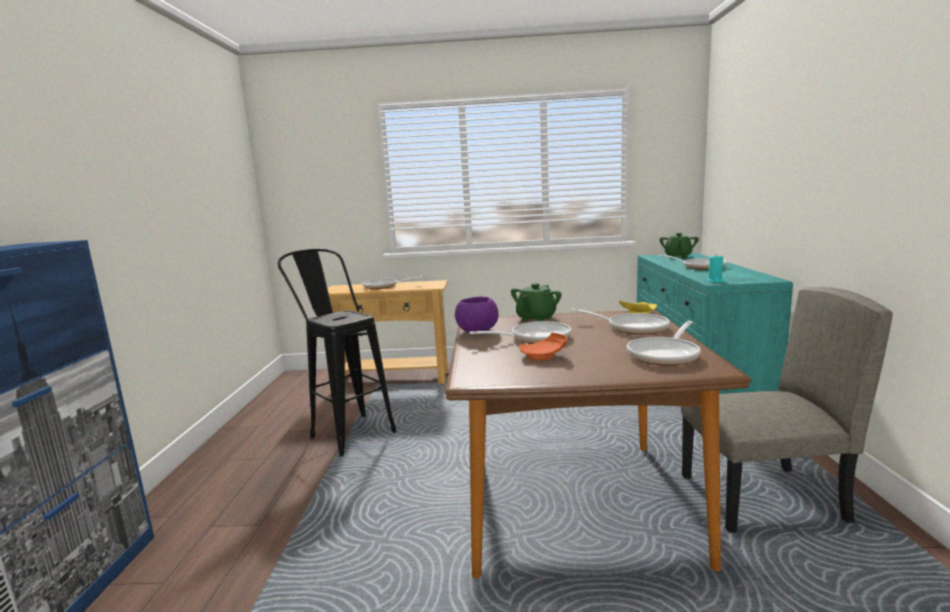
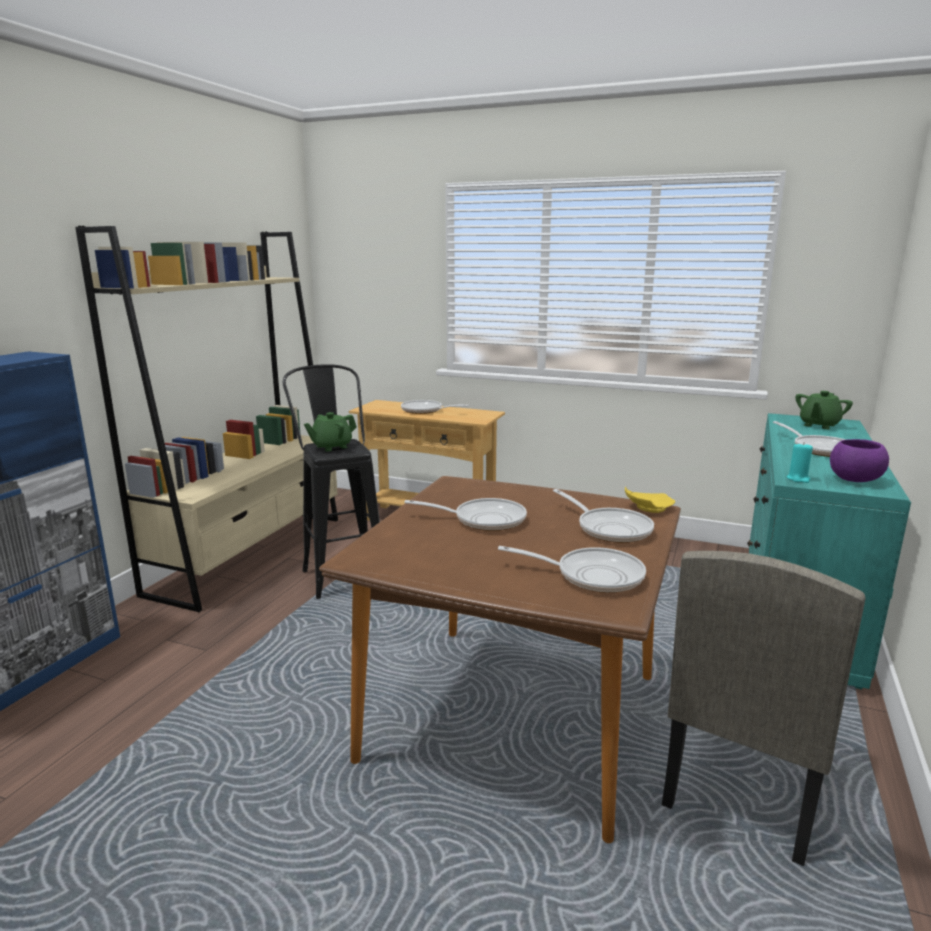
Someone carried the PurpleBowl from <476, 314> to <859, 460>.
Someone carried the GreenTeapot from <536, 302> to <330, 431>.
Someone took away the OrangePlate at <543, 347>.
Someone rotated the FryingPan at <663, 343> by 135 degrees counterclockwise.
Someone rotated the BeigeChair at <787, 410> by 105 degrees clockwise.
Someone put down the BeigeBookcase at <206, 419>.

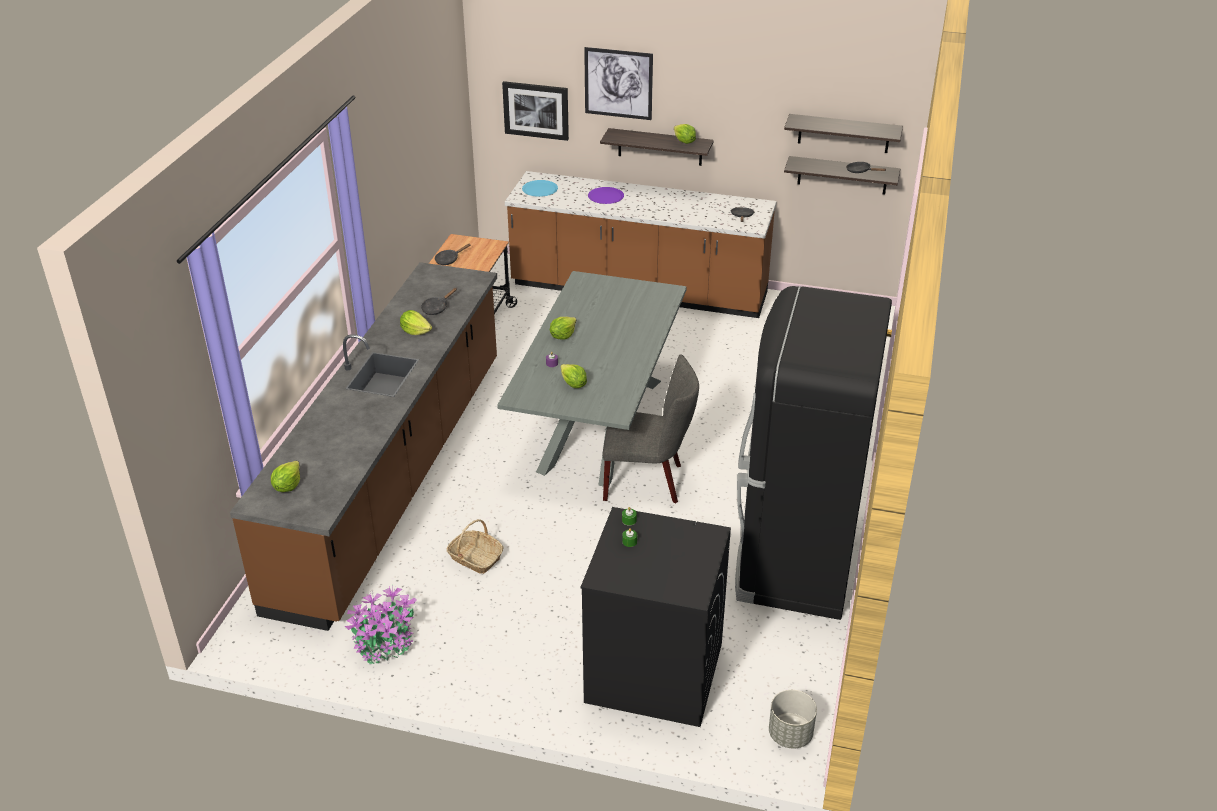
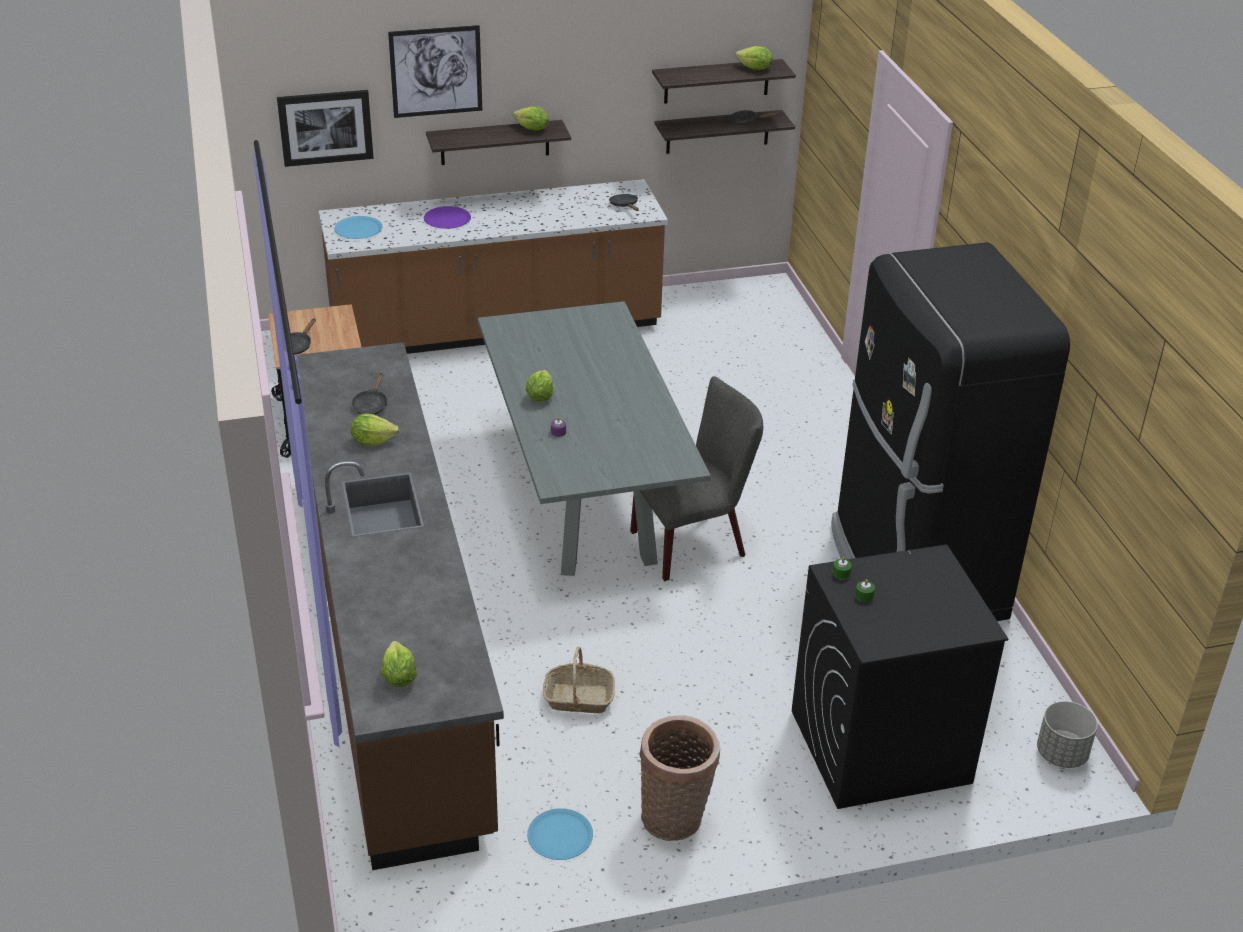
Someone swapped the PottedPlant at <381, 625> for the BluePlate at <560, 834>.
Someone carried the Lettuce from <574, 376> to <753, 58>.
Someone put down the Basket at <679, 778>.

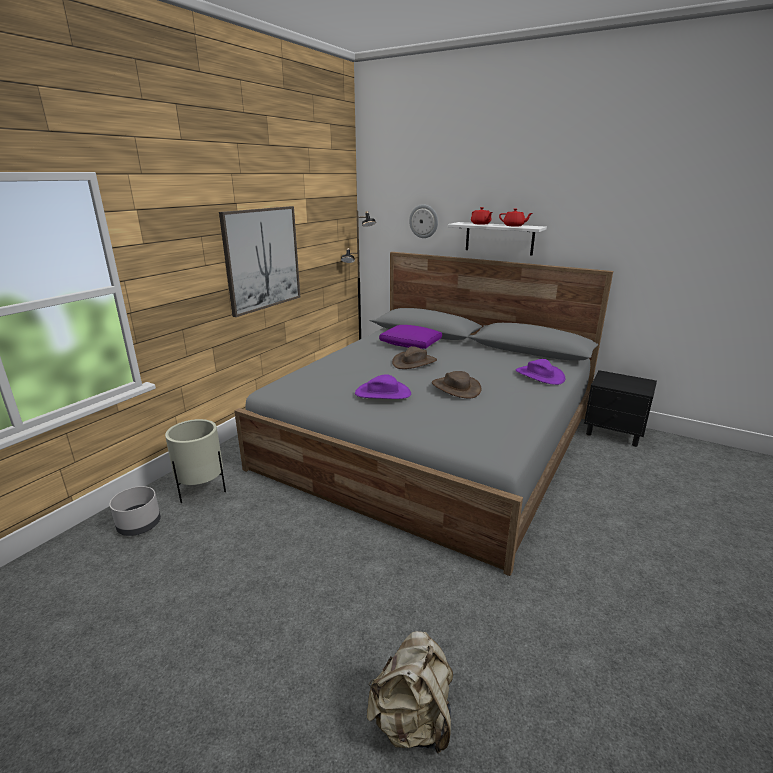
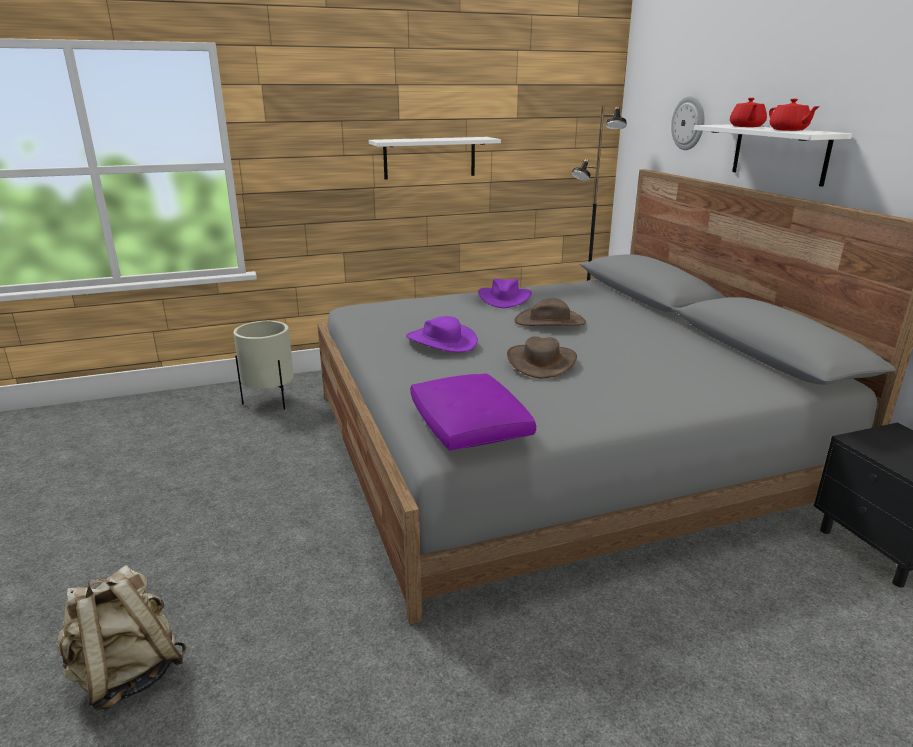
Someone took away the GreyPlanter at <135, 511>.
Someone swapped the Picture at <259, 261> for the WhiteShelf at <435, 158>.
Someone carried the PurplePillow from <410, 337> to <473, 411>.
Someone carried the PurpleHat from <540, 372> to <505, 293>.

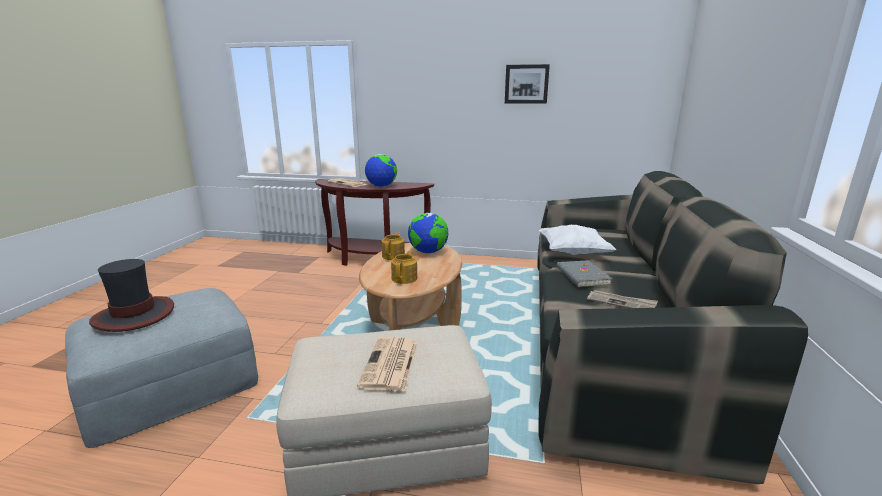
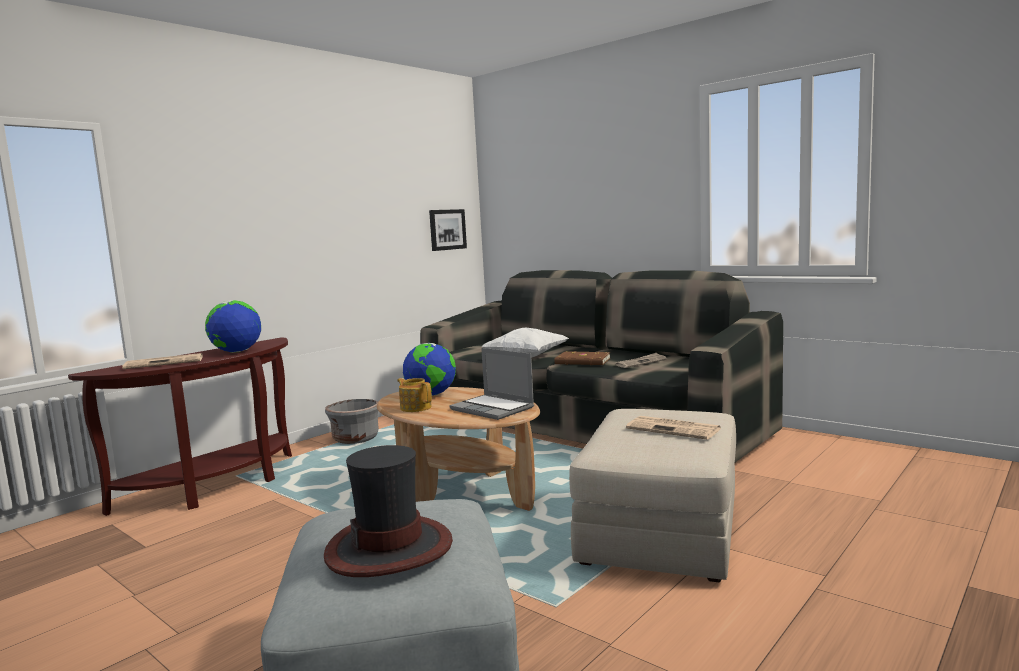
Someone swapped the Teapot at <404, 267> for the Laptop at <491, 384>.
Someone carried the Picture from <527, 84> to <448, 230>.
Someone repainted the GreyBook at <584, 273>, which became the BrownBook at <582, 358>.
Someone put down the GreyPlanter at <352, 421>.

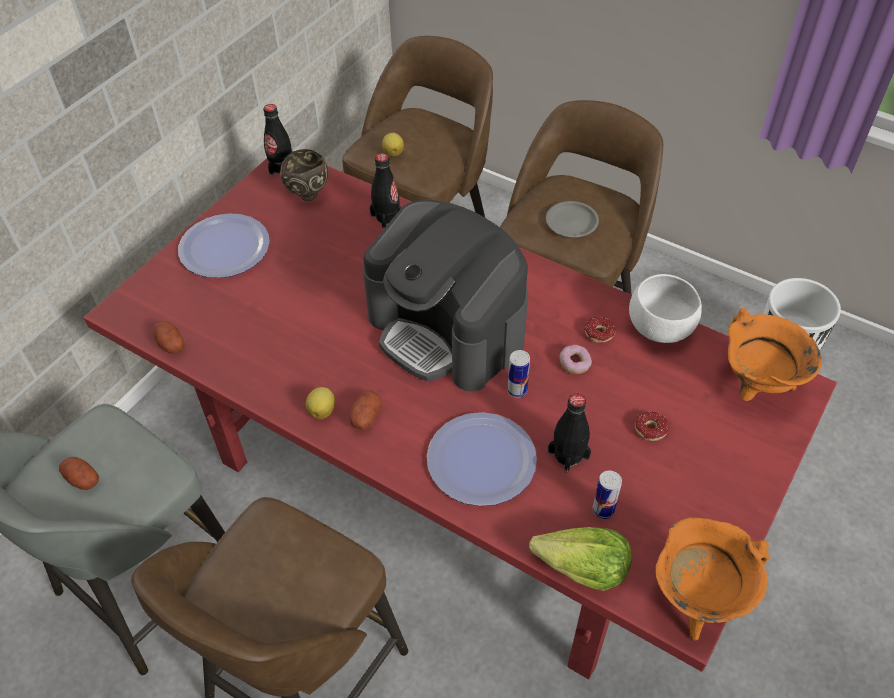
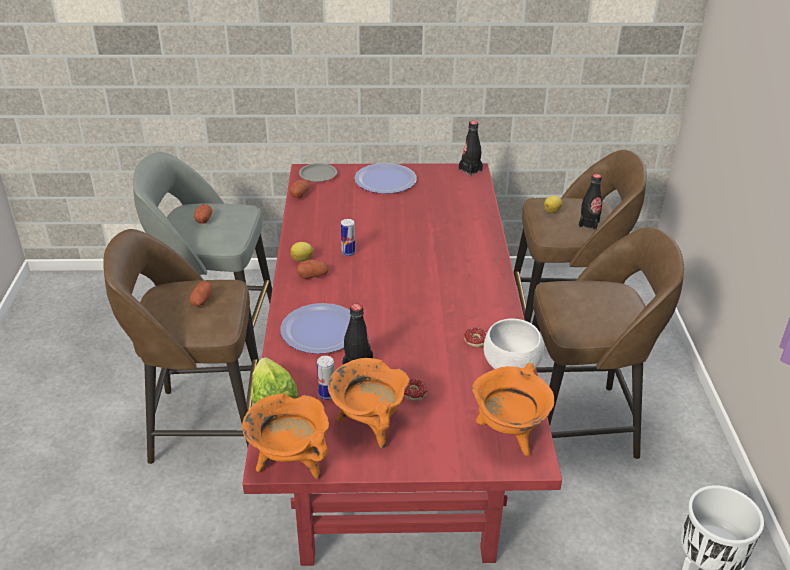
Someone took away the BrownBowl at <304, 175>.
Someone took away the CoffeeMachine at <445, 296>.
Someone carried the BlackBottle from <385, 191> to <590, 202>.
Someone carried the Can from <518, 374> to <348, 237>.
Someone carried the GreyPlate from <572, 219> to <318, 172>.
Someone took away the Donut at <575, 359>.
Someone put down the Potato at <200, 293>.
Someone put down the OrangeCookingPot at <368, 403>.

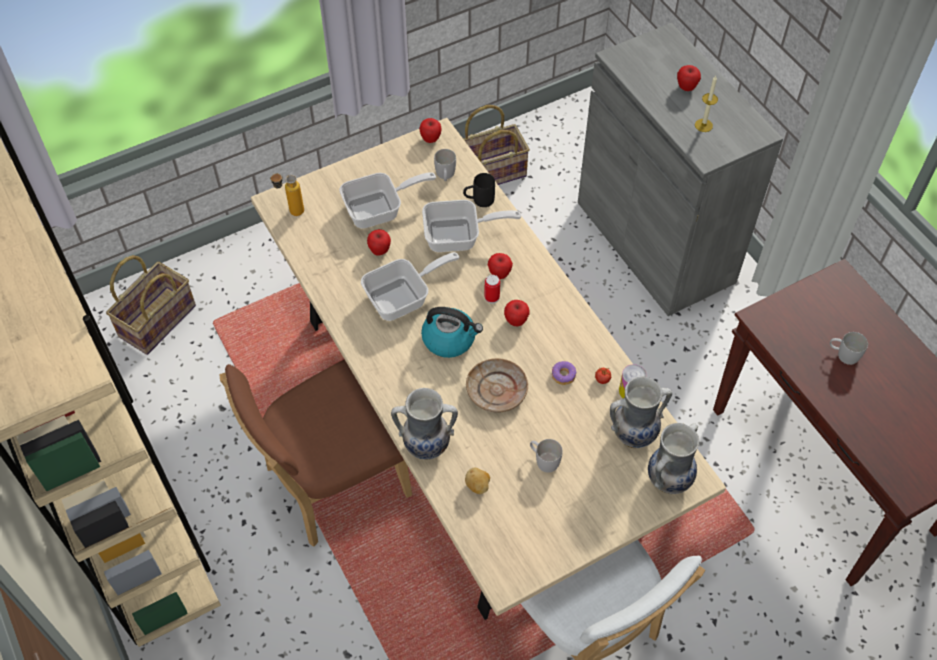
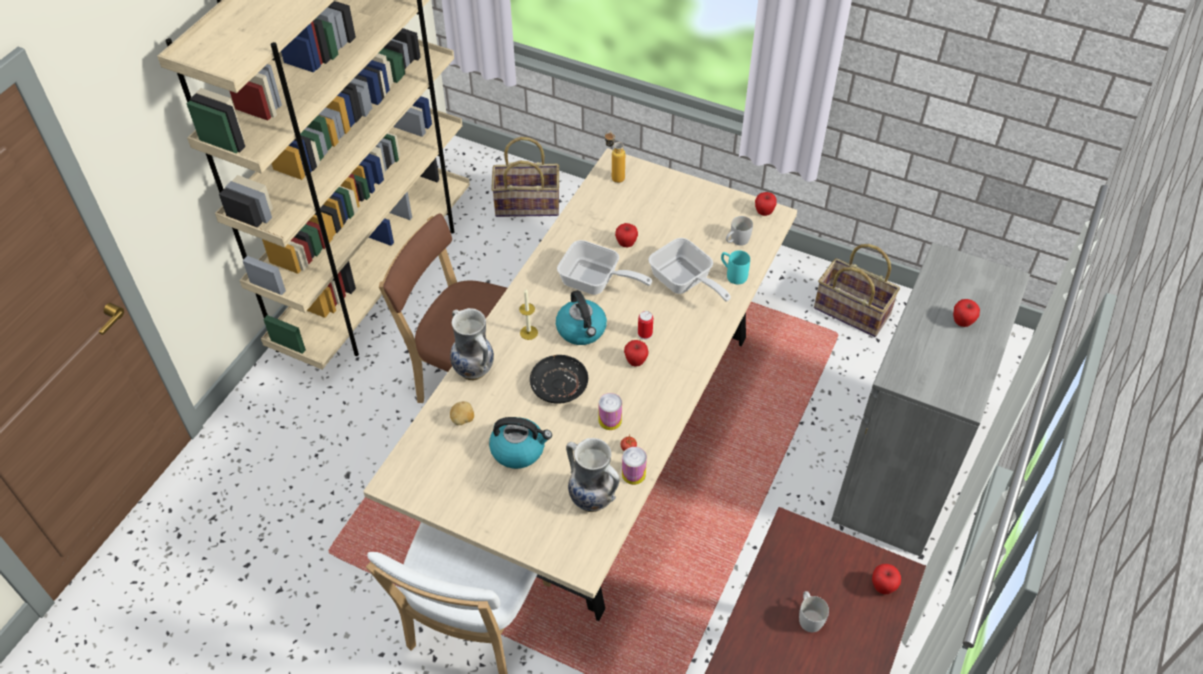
Someone took away the FryingPan at <387, 200>.
Someone repainted the BlackMug at <479, 190>, which became the TurquoiseMug at <735, 267>.
Someone repainted the BeigePlate at <497, 385>, which became the BlackPlate at <559, 379>.
Someone carried the Apple from <500, 266> to <886, 579>.
Someone swapped the WhiteMug at <546, 456> for the Kettle at <520, 443>.
Someone swapped the Donut at <564, 373> for the Can at <610, 411>.
Someone took away the Vase at <673, 458>.
Someone carried the Candle from <706, 104> to <528, 314>.

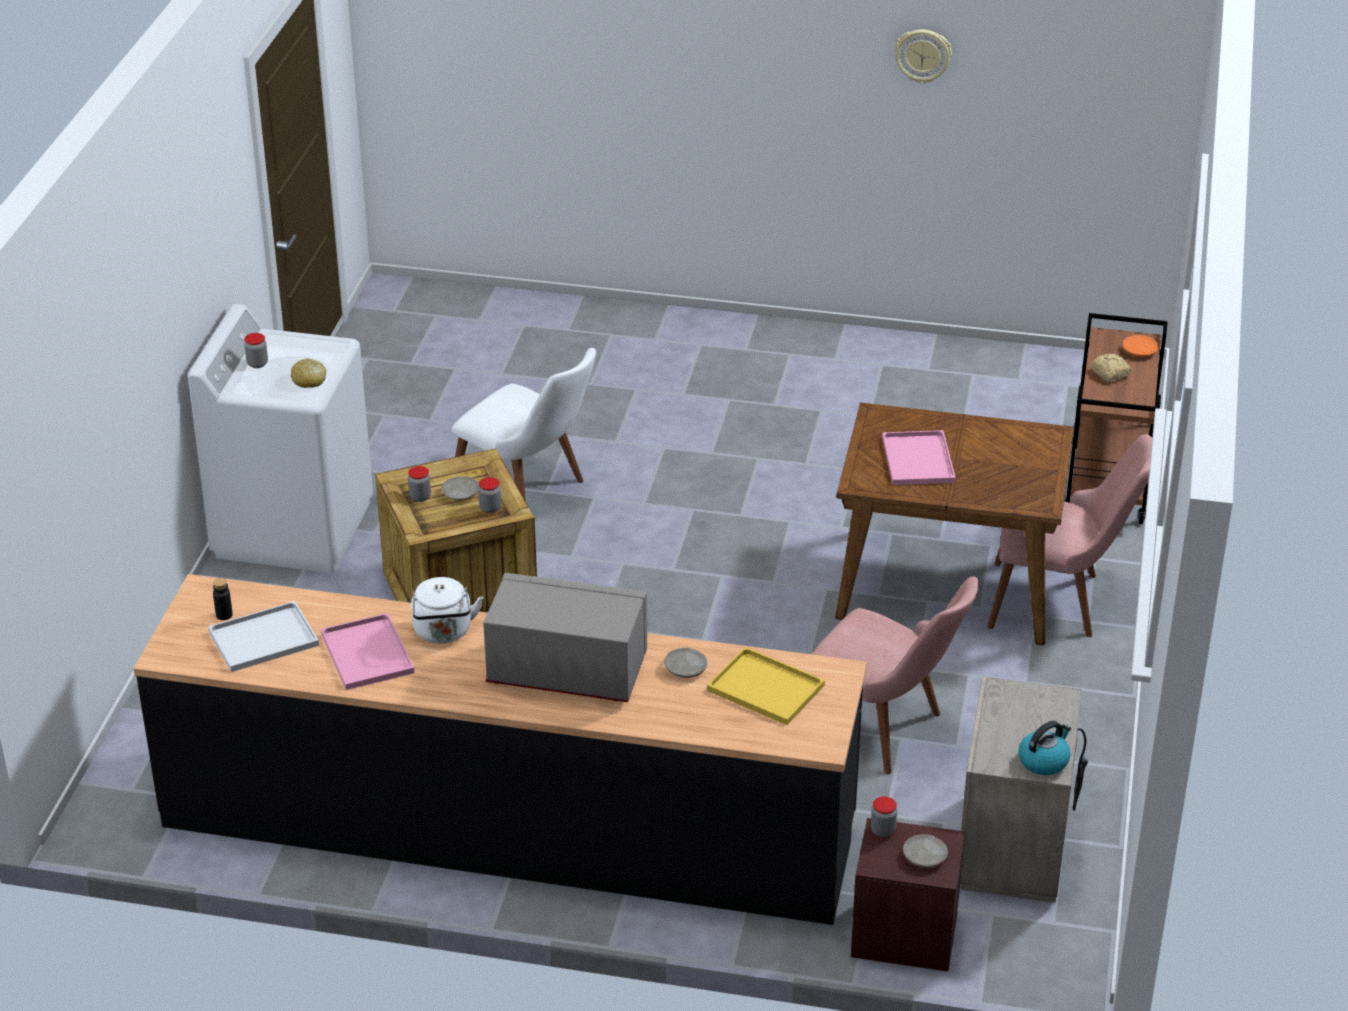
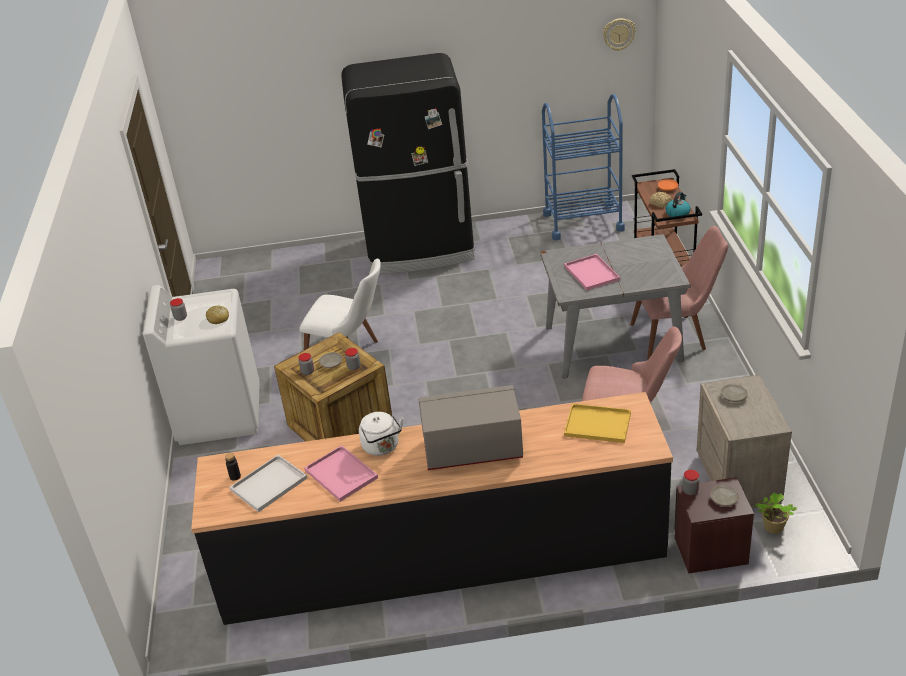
Someone carried the BeigePlate from <686, 663> to <734, 393>.
Someone repainted the BrownDiningTable at <954, 524>, which became the GreyDiningTable at <615, 306>.
Someone carried the WallClock from <923, 56> to <619, 34>.
Someone carried the Kettle from <1044, 748> to <678, 204>.
Someone put down the BlackFridge at <408, 163>.
Someone put down the BlueCart at <583, 167>.
Someone put down the PottedPlant at <776, 513>.

